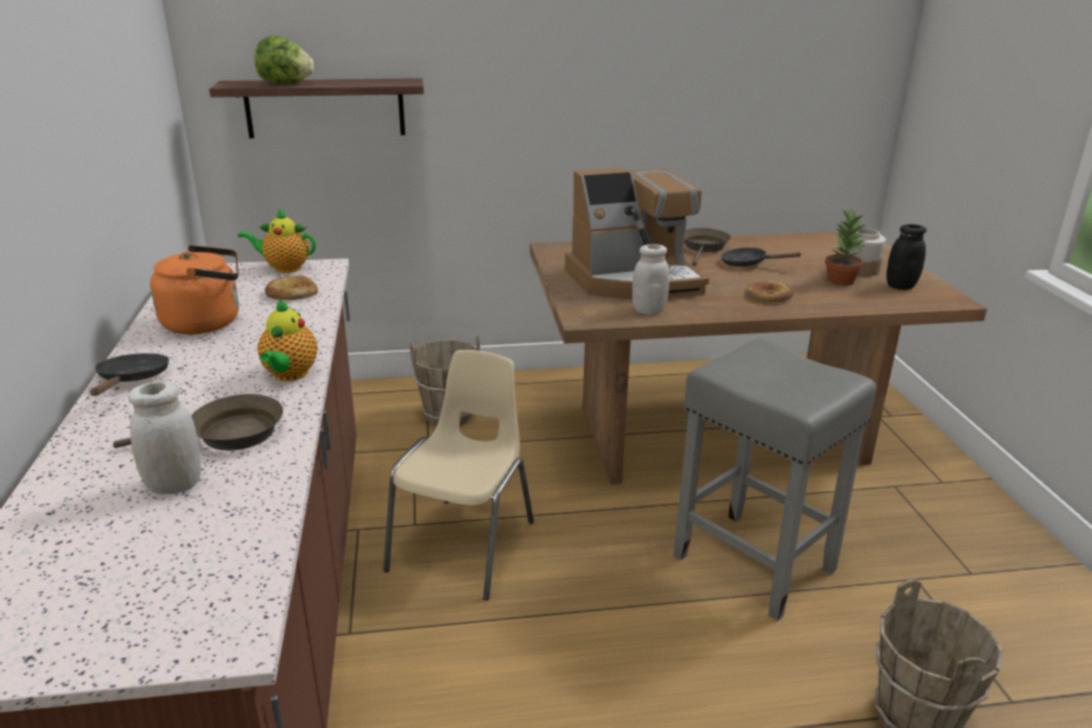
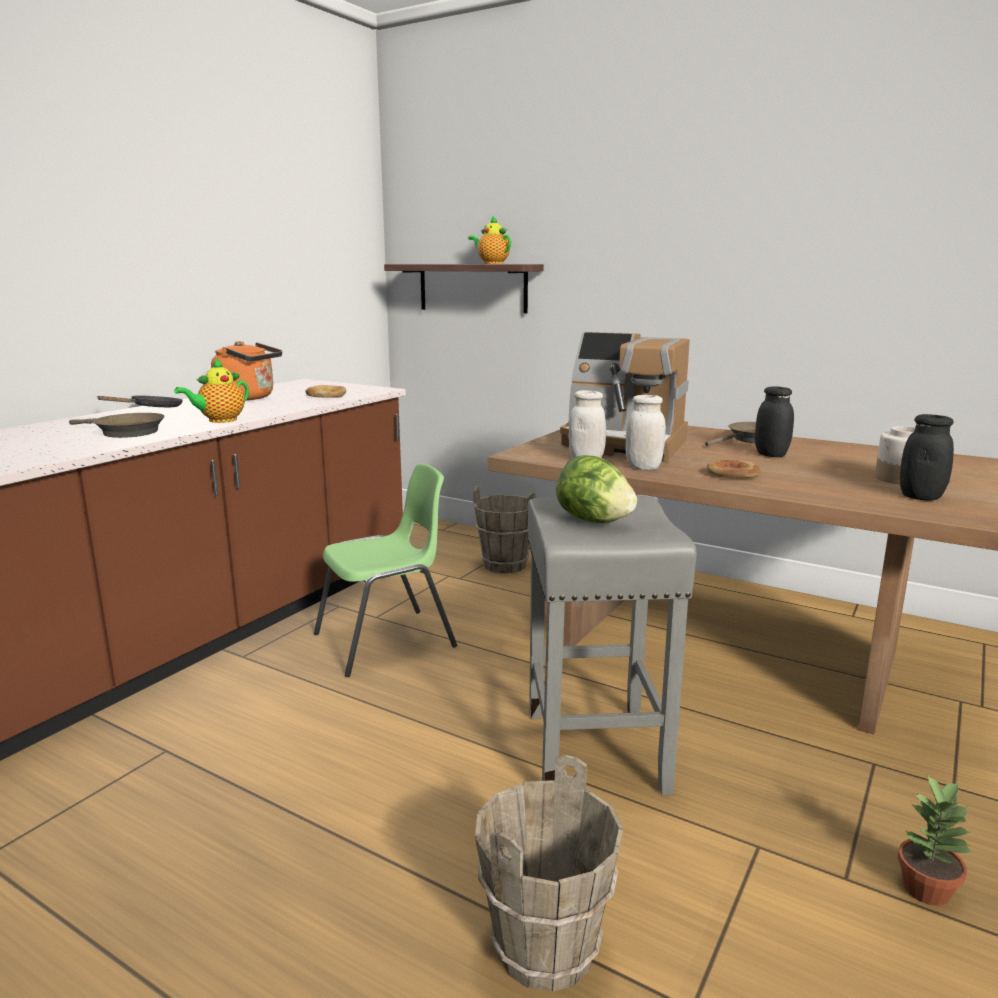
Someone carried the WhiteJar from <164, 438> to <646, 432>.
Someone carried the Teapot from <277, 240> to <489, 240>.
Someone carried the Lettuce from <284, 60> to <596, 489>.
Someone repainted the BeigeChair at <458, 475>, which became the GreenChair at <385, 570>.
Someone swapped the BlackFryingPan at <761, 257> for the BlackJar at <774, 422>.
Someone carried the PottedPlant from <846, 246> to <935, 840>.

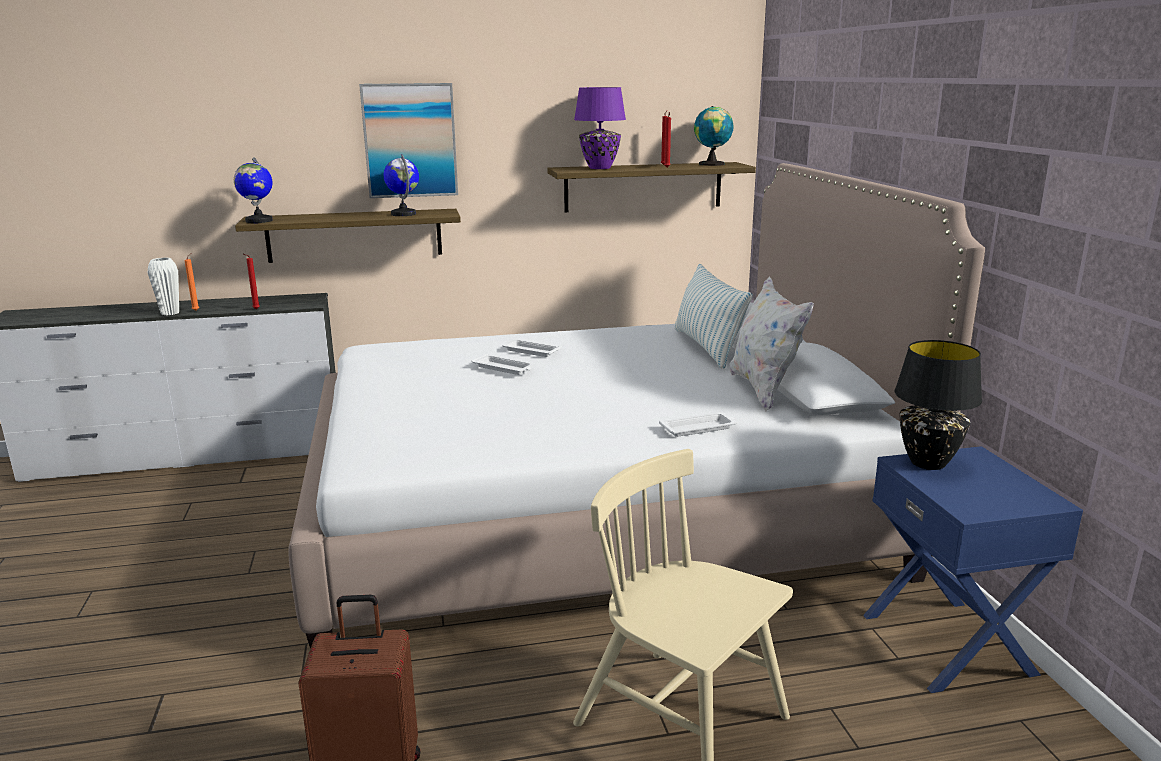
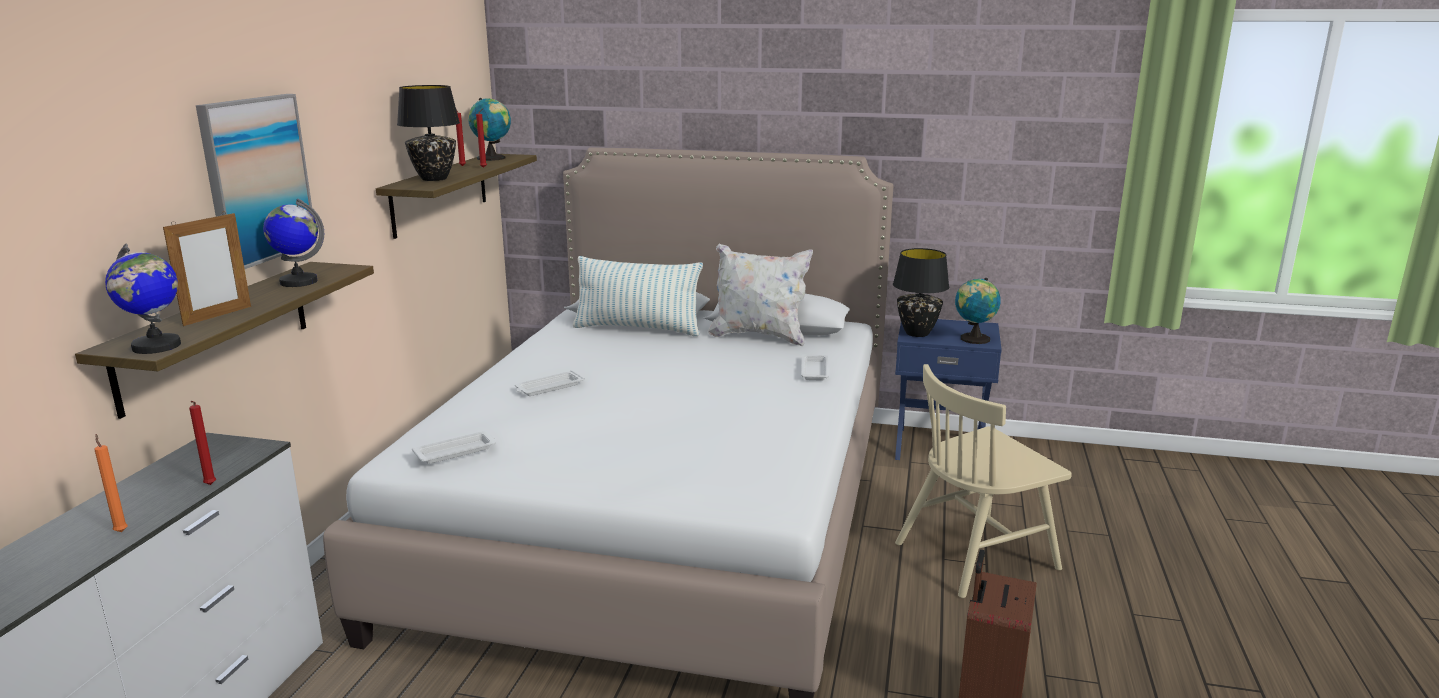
Someone took away the WhiteVase at <163, 287>.
Someone carried the WhiteTray from <503, 364> to <454, 447>.
Someone repainted the PurpleTableLamp at <600, 128>, which became the BlackTableLamp at <428, 133>.
Someone put down the PictureFrame at <207, 269>.
Someone put down the Globe at <978, 311>.

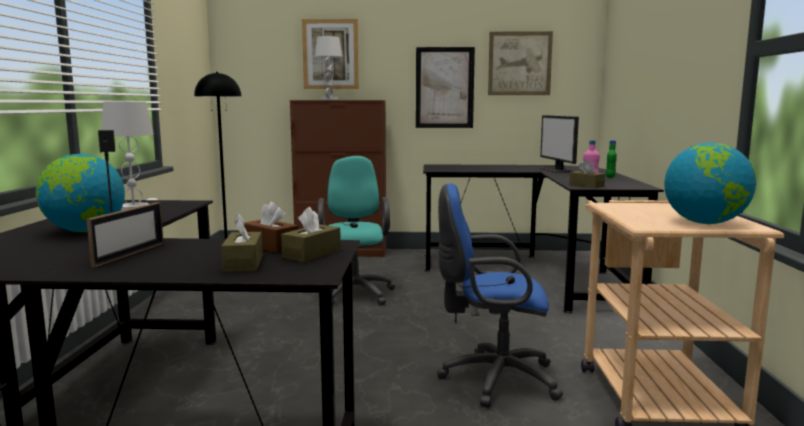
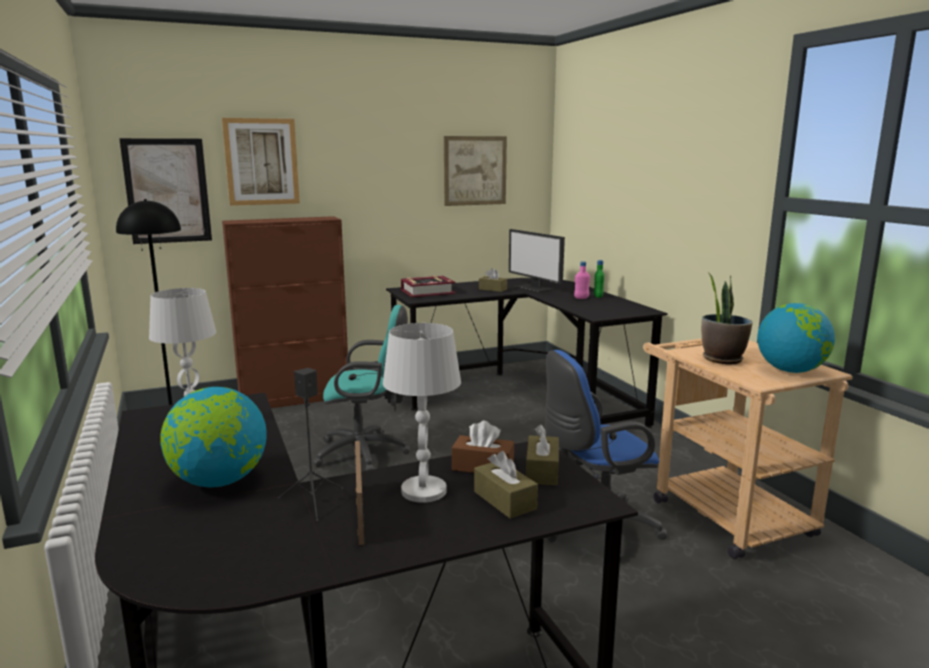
Someone carried the WhiteTableLamp from <328, 68> to <422, 413>.
Someone rotated the TurquoiseOfficeChair at <356, 230> by 120 degrees clockwise.
Someone carried the Picture from <445, 87> to <165, 191>.
Someone carried the BrownTissueBox from <587, 174> to <493, 280>.
Someone put down the Book at <428, 286>.
Someone put down the PottedPlant at <727, 319>.

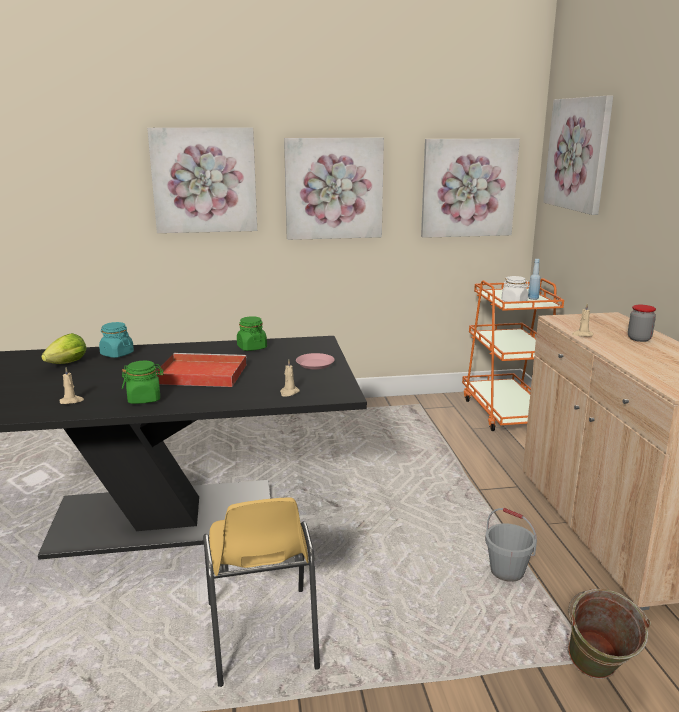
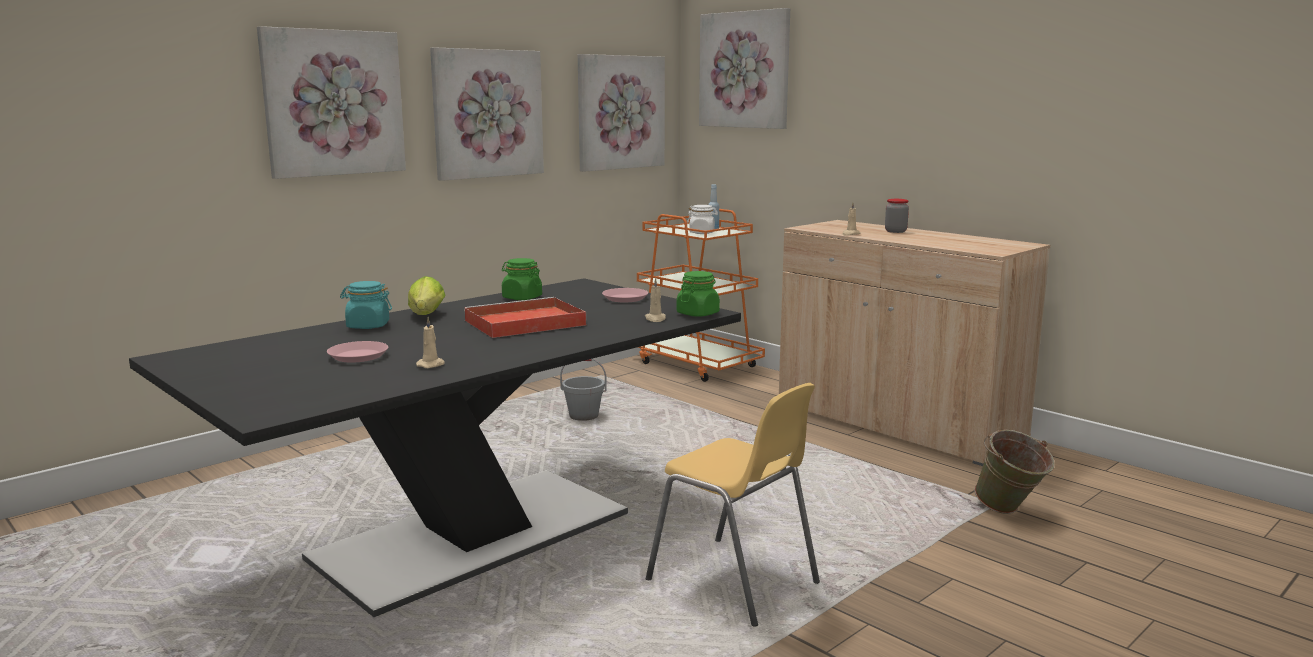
Someone carried the Lettuce from <63, 348> to <426, 295>.
Someone carried the GreenJar from <143, 382> to <698, 294>.
Someone carried the GreyBucket from <511, 545> to <583, 390>.
Someone put down the PinkPlate at <357, 352>.

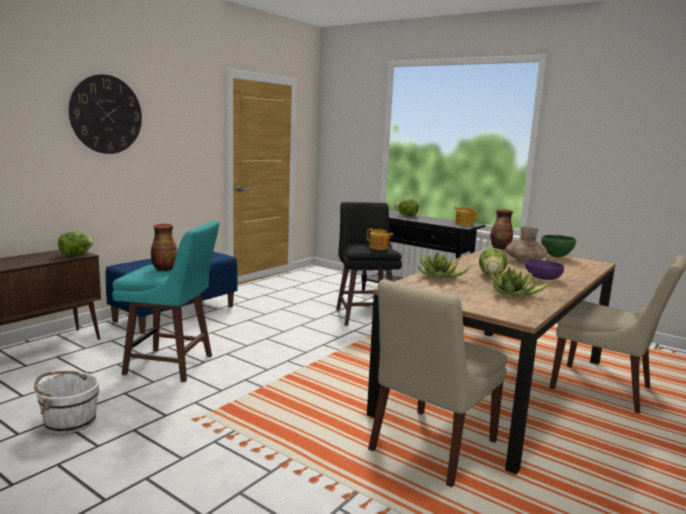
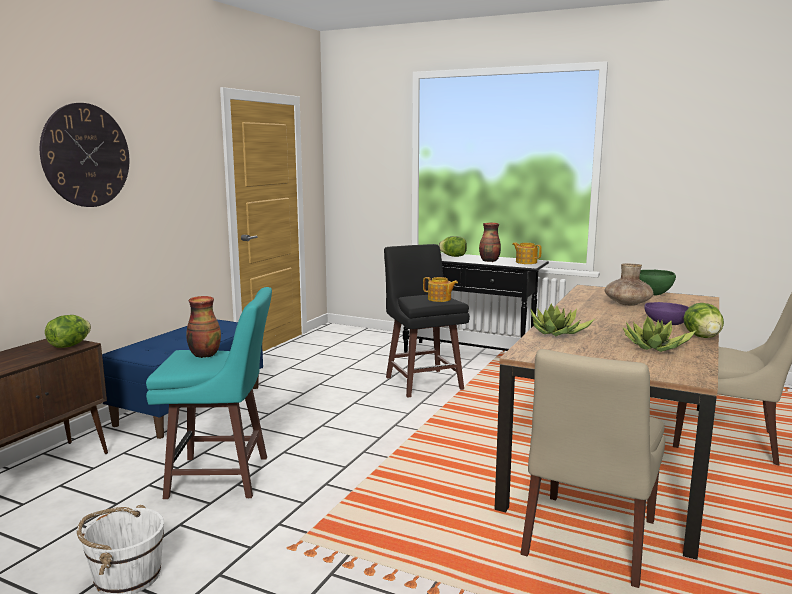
Someone carried the Lettuce from <493, 262> to <703, 320>.
Someone carried the Vase from <501, 229> to <490, 242>.

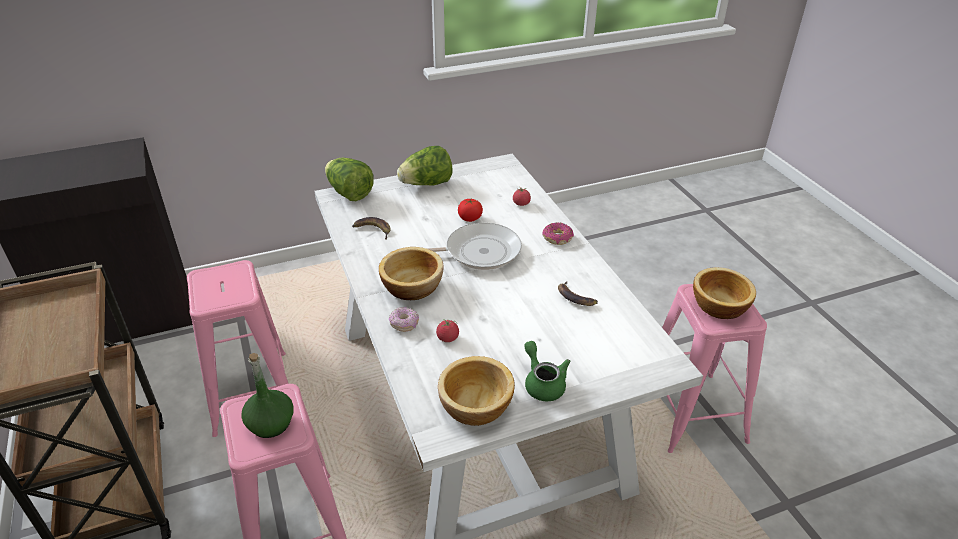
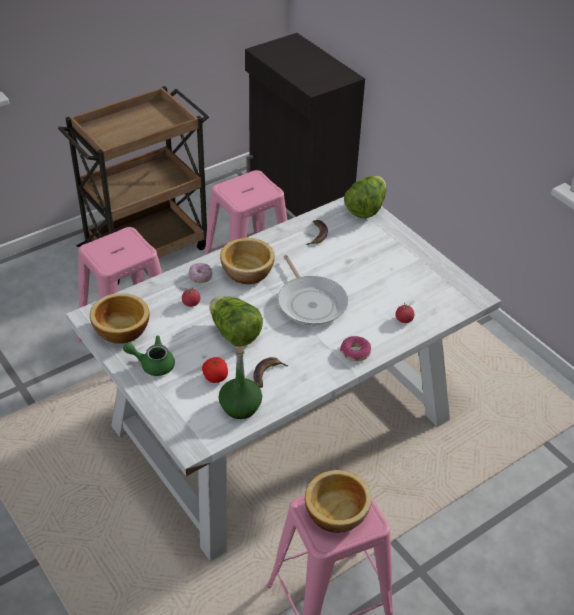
Someone carried the GreenBottle from <267, 395> to <240, 383>.
Someone carried the Lettuce from <425, 166> to <236, 321>.
Someone carried the Tomato from <470, 210> to <215, 370>.
Someone rotated the GreenTeapot at <547, 371> by 135 degrees counterclockwise.

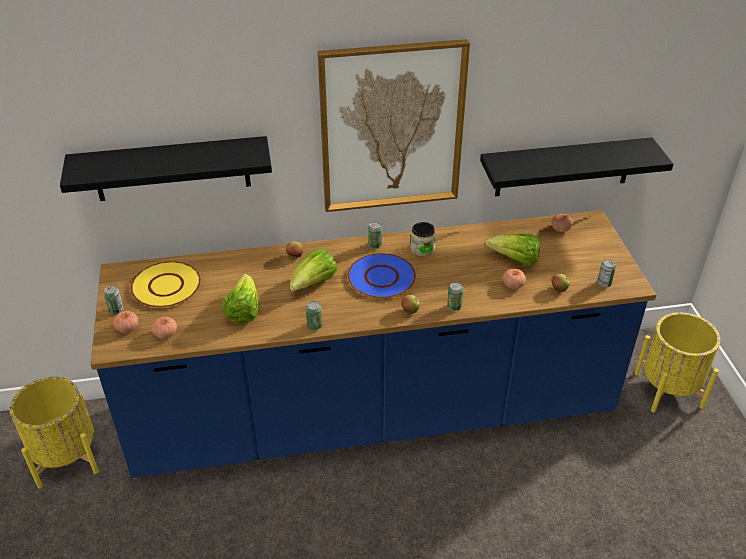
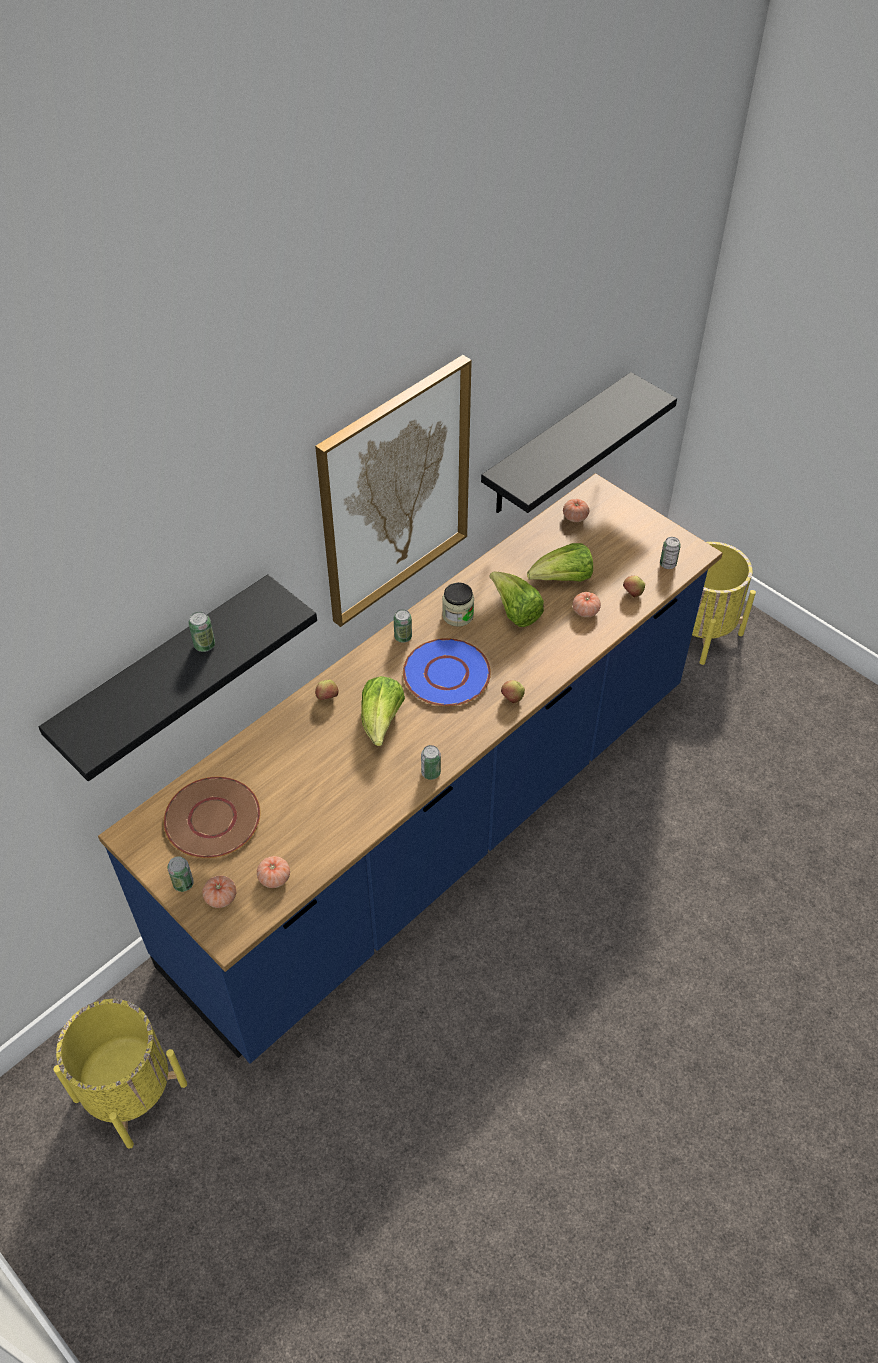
Someone repainted the YellowPlate at <165, 284>, which became the BrownPlate at <212, 817>.
Someone carried the Lettuce from <240, 299> to <517, 599>.
Someone carried the Can from <455, 296> to <201, 631>.

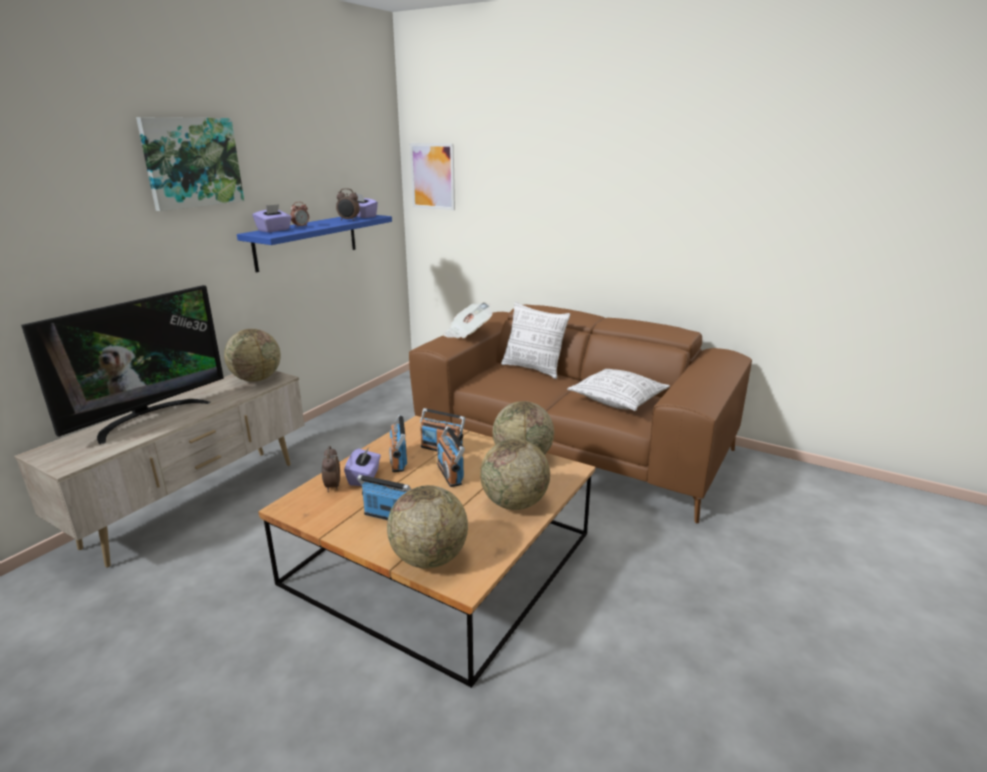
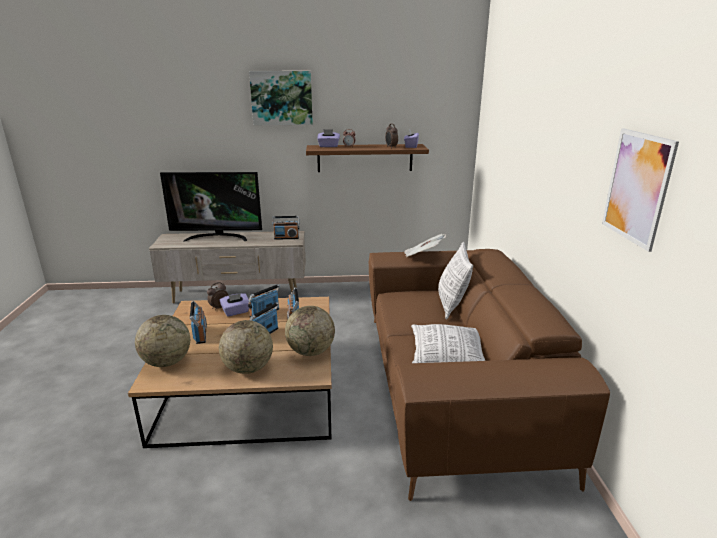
Someone swapped the Globe at <252, 355> for the Radio at <285, 228>.
Someone repainted the BlueShelf at <314, 243>, which became the BrownShelf at <367, 158>.
Someone carried the Picture from <432, 176> to <640, 190>.

